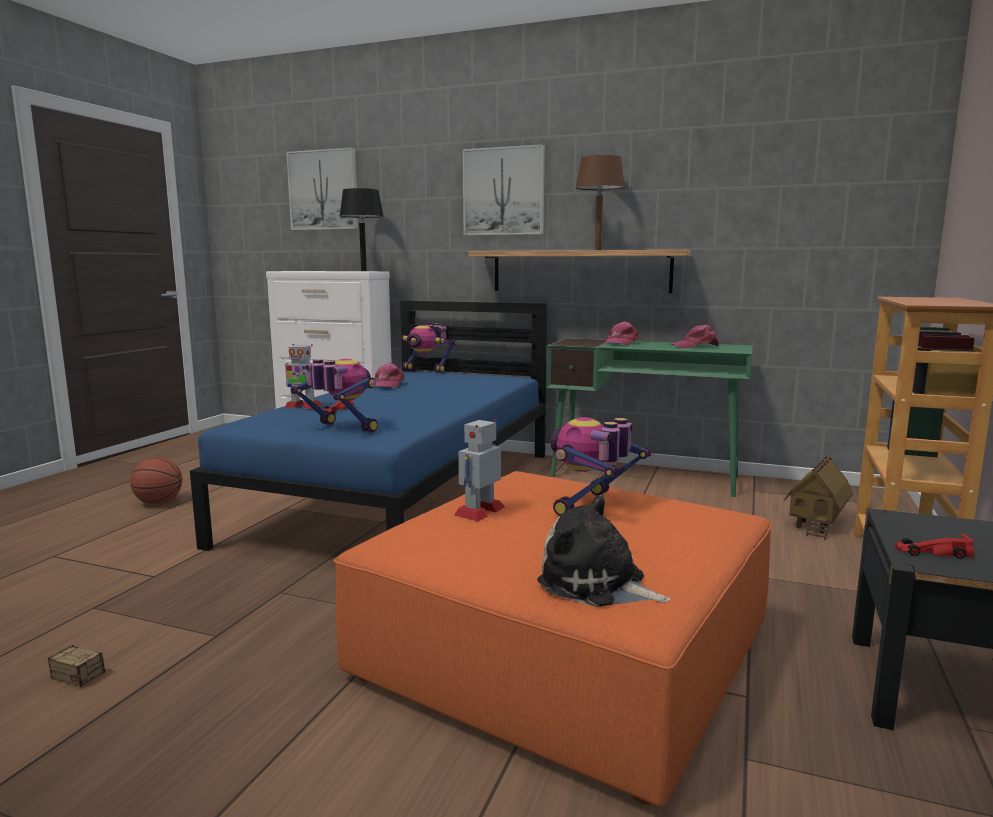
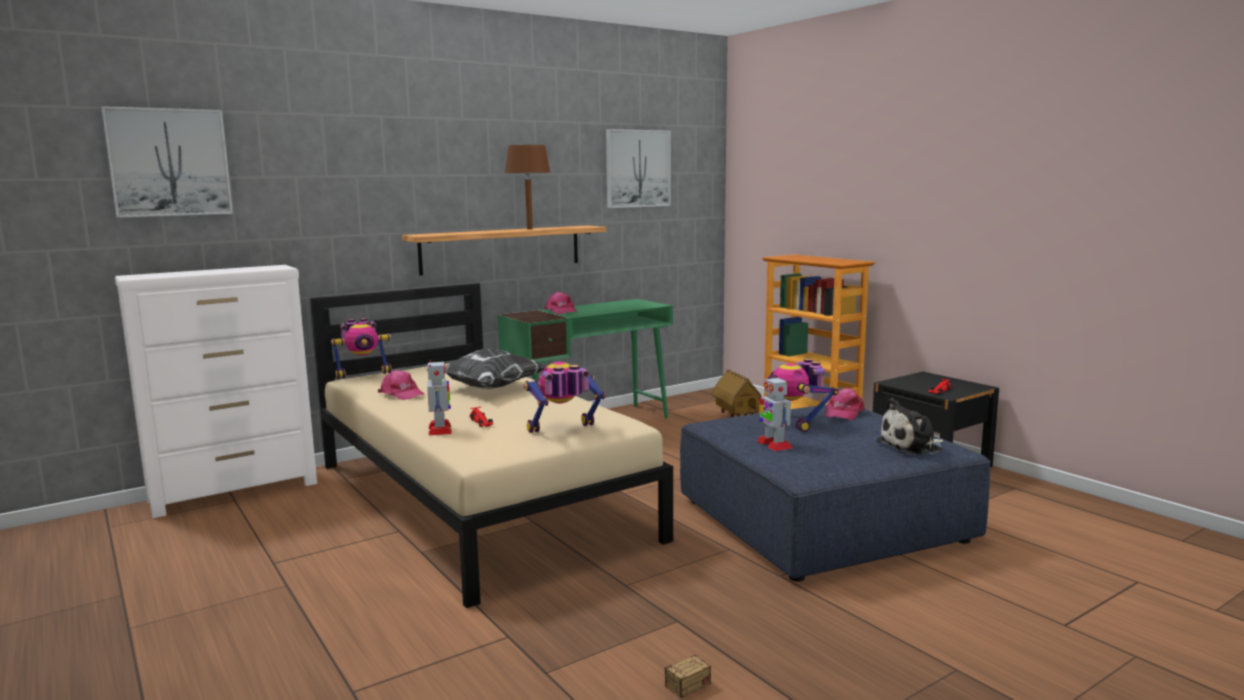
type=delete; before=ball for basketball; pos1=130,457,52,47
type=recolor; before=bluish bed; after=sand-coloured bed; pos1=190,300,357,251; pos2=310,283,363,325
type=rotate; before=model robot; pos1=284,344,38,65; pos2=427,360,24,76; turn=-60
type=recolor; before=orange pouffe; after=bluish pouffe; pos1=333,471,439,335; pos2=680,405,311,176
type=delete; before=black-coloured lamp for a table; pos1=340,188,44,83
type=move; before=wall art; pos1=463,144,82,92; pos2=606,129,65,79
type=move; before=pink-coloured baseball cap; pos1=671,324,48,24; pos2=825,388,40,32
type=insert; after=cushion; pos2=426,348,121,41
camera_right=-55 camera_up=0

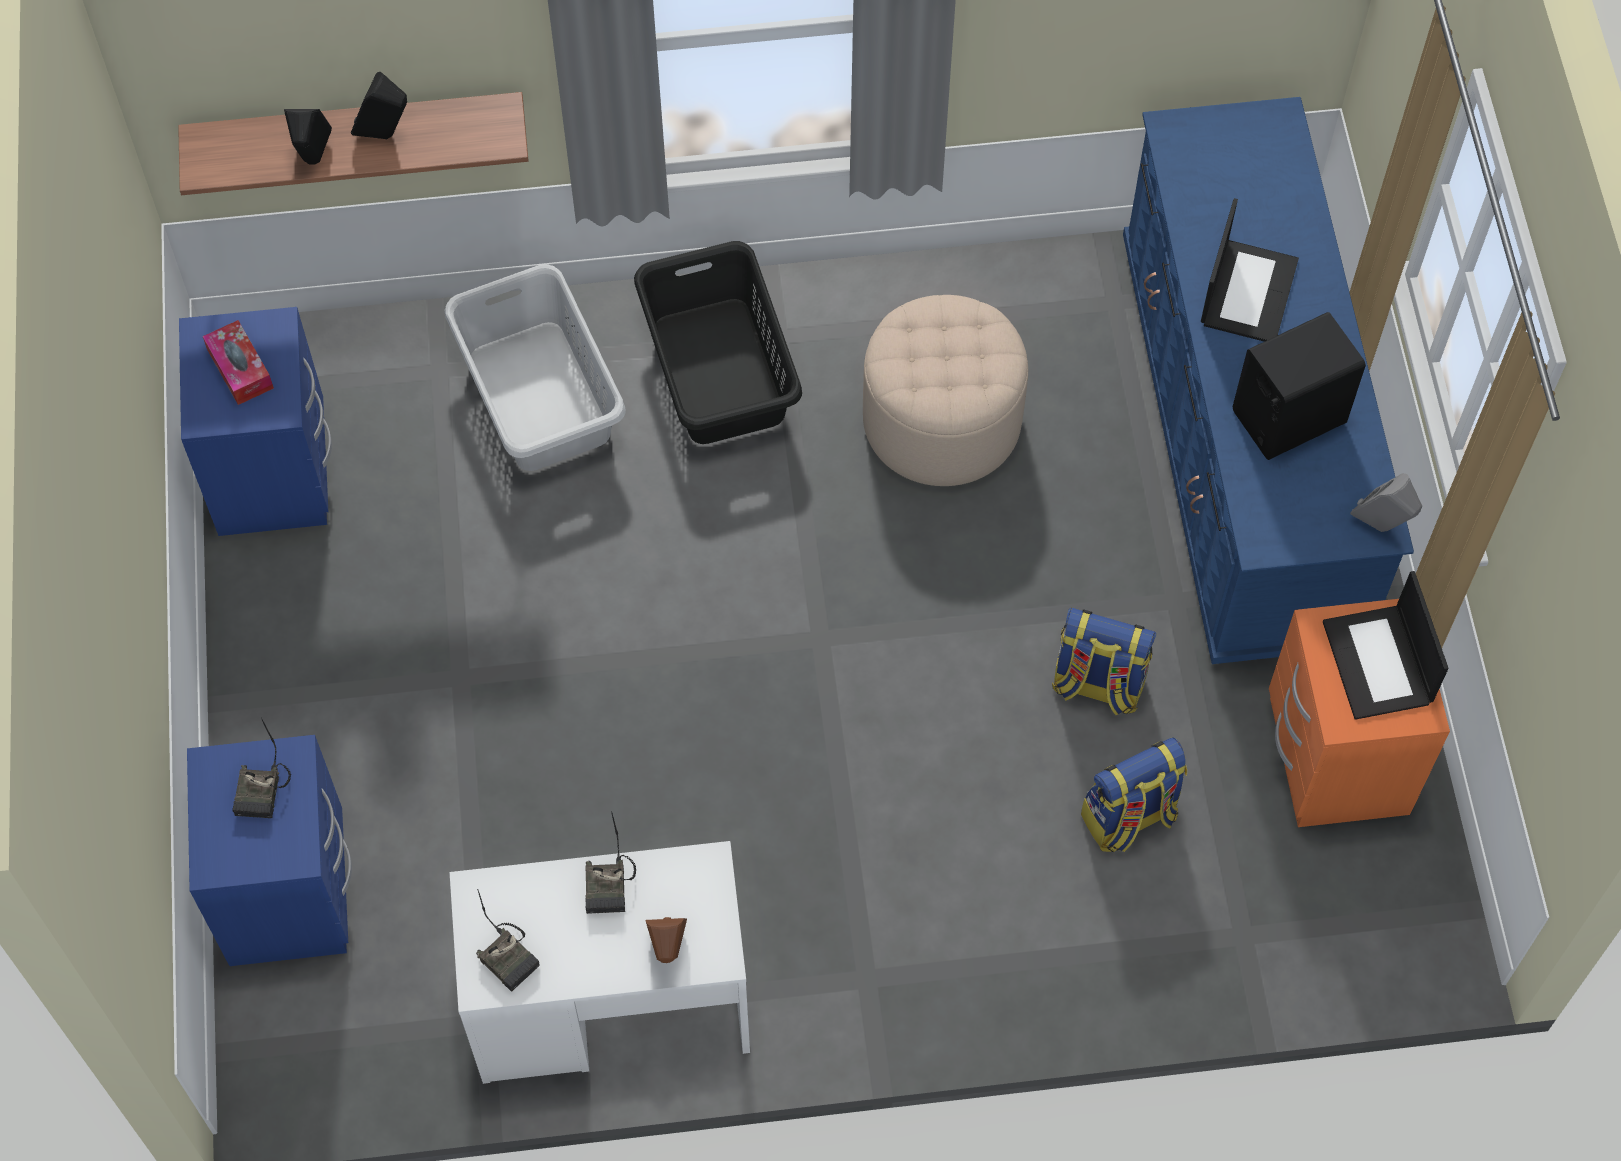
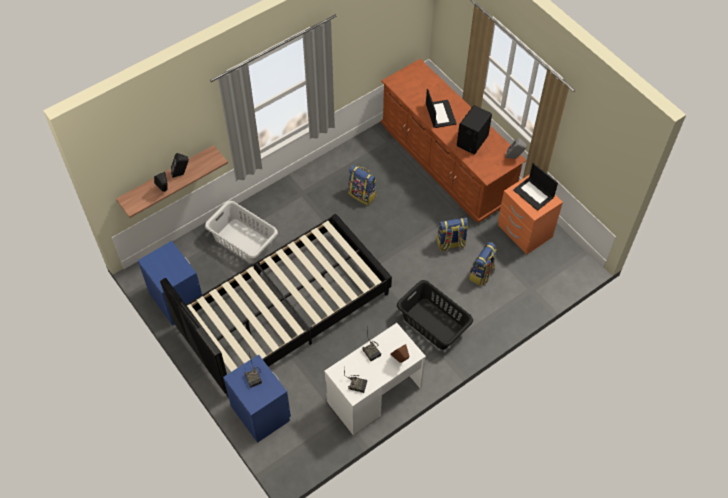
type=delete; before=tissue holder; pos1=203,320,71,85
type=move; before=black-coloured washing basket; pos1=634,241,168,203; pos2=397,280,76,70
type=replace; before=sand-coloured pouffe; after=backpack; pos1=863,295,165,191; pos2=348,165,28,40
type=recolor; before=bluish chest of drawers; after=brownish chest of drawers; pos1=1123,97,291,567; pos2=381,59,146,164
type=insert; after=black-coloured bed; pos2=160,214,232,184
camera_right=-30 camera_up=-5

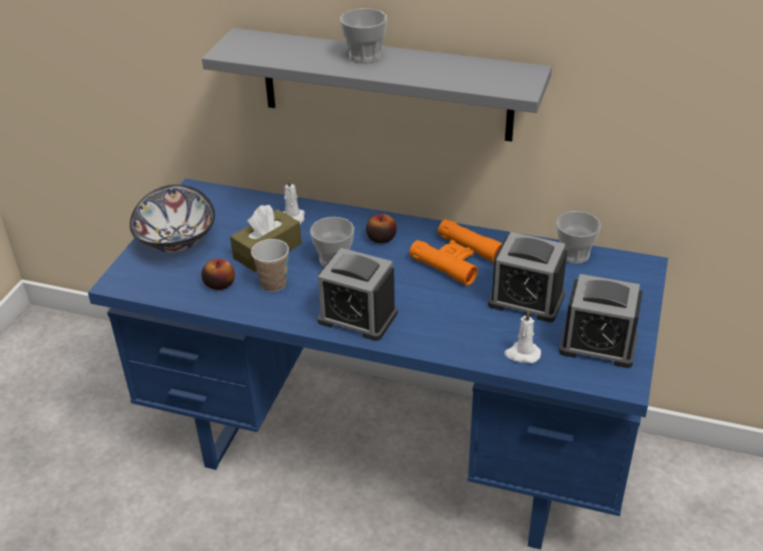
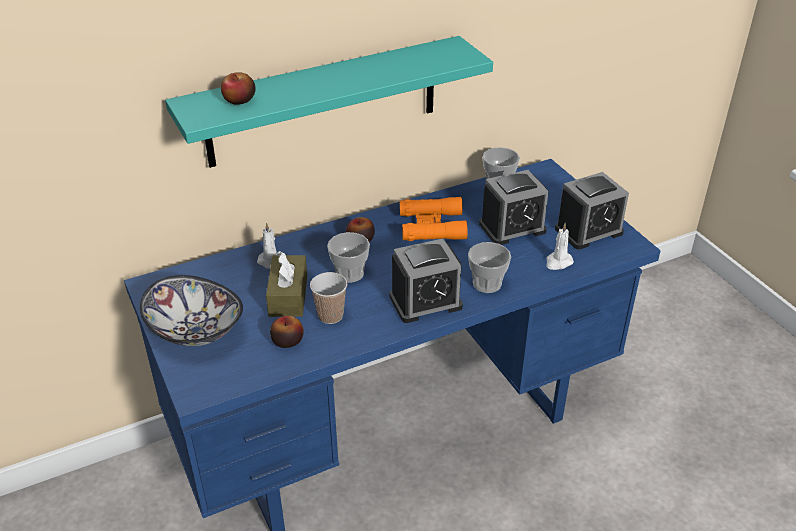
type=recolor; before=grey wall shelf; after=turquoise wall shelf; pos1=202,28,350,114; pos2=165,36,328,132
type=move; before=drinking cup; pos1=340,8,47,56; pos2=468,242,43,51
type=insert; after=apple; pos2=221,72,35,33
camera_right=-45 camera_up=0

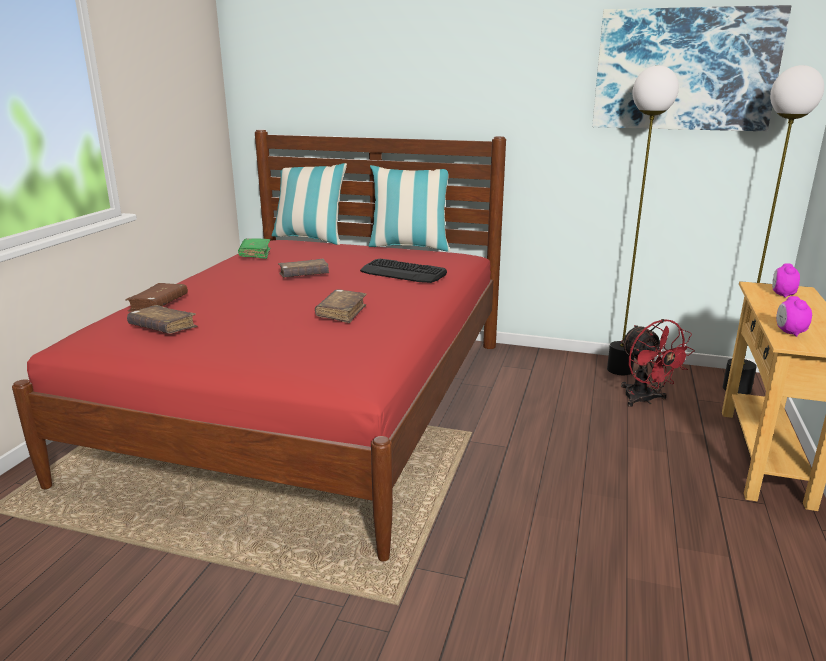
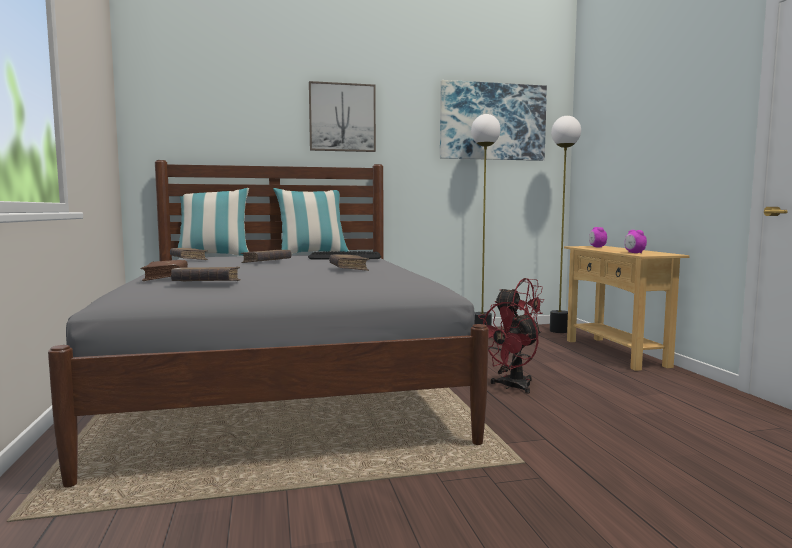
type=recolor; before=red-coloured bed; after=grey bed; pos1=12,129,494,432; pos2=48,160,441,328
type=recolor; before=green-coloured bound book; after=brownish bound book; pos1=238,238,32,21; pos2=170,248,38,12
type=insert; after=wall art; pos2=309,81,67,71
type=insert; after=red-coloured fan; pos2=478,302,63,92
camera_right=-30 camera_up=-15

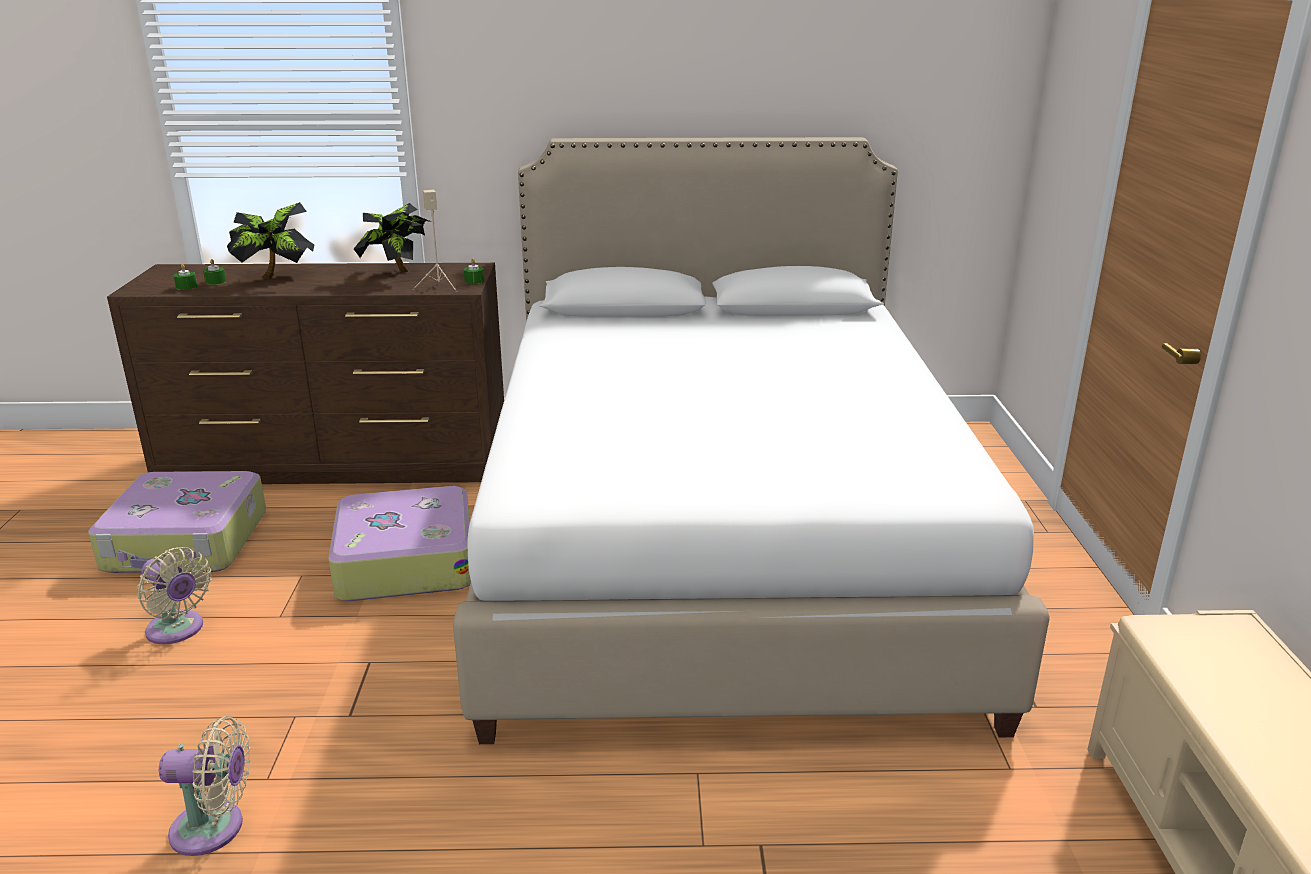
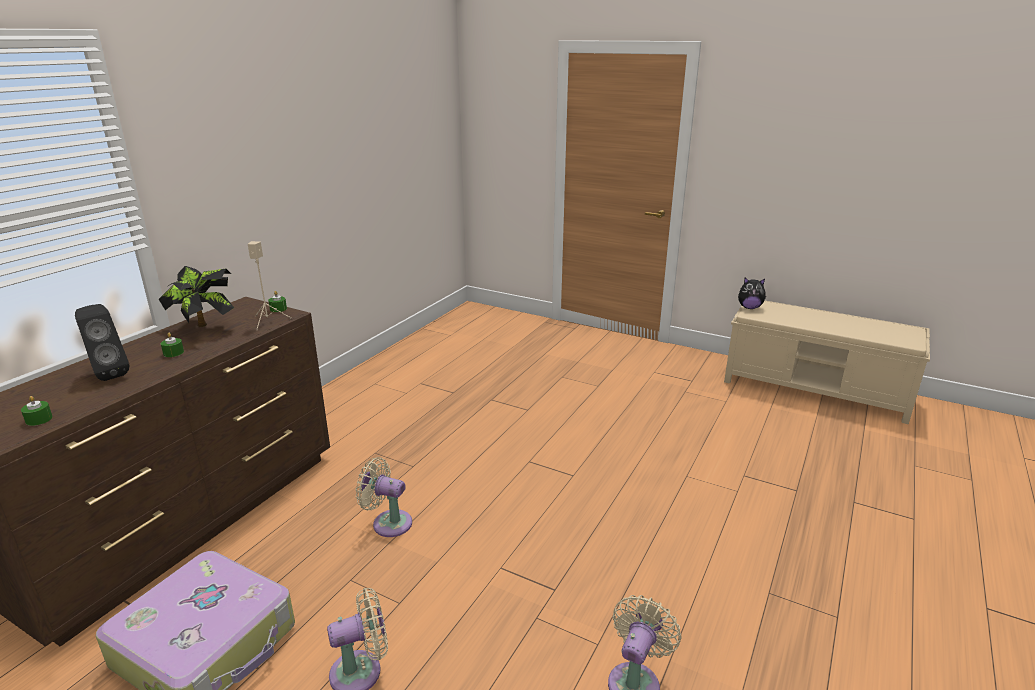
type=move; before=green-coloured candle; pos1=203,259,23,26; pos2=161,333,23,24
type=replace; before=houseplant; after=black-coloured audio speaker; pos1=227,202,88,77; pos2=75,304,54,77
type=replace; before=suitcase; after=sand-coloured fan; pos1=328,486,143,115; pos2=356,457,56,80
type=delete; before=white-coloured bed; pos1=453,137,597,607
type=insert; after=plush toy; pos2=738,278,28,31
camera_right=-60 camera_up=0

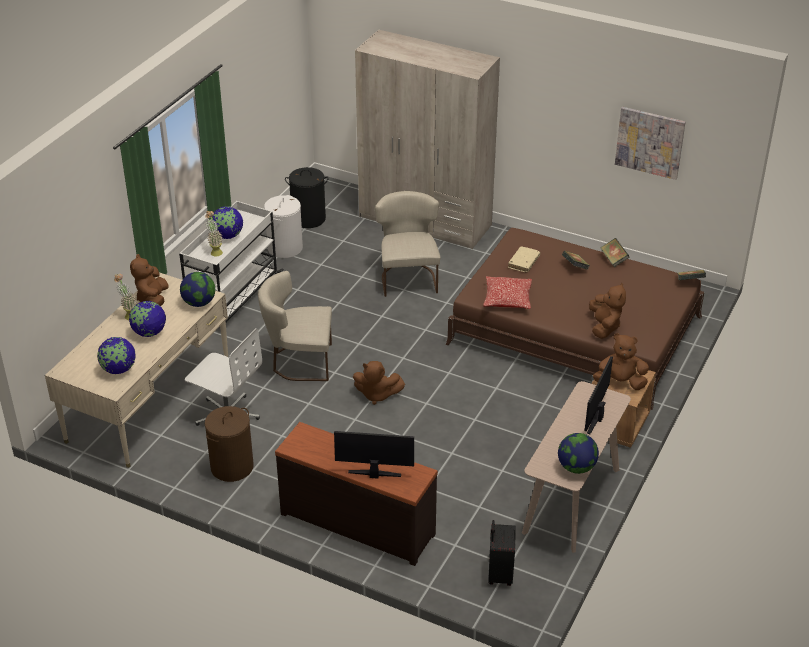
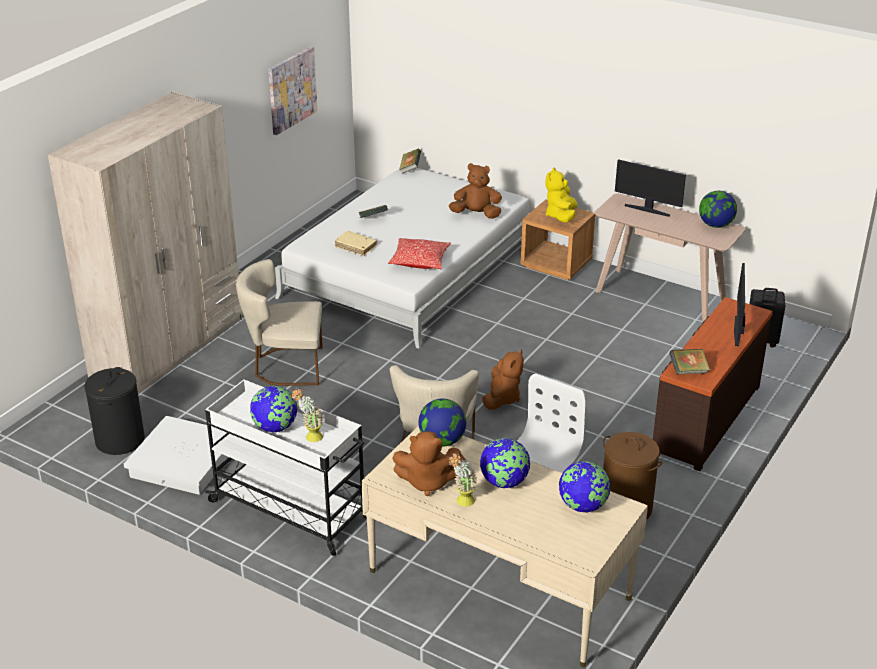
type=replace; before=white-coloured washing basket; after=white-coloured storage box; pos1=264,195,39,63; pos2=124,416,105,79
type=recolor; before=brownish bed; after=white-coloured bed; pos1=445,228,259,182; pos2=275,168,254,181
type=recolor; before=brownish plush toy; after=yellow-coloured plush toy; pos1=593,333,56,57; pos2=546,167,31,55
type=move; before=bound book; pos1=600,238,29,29; pos2=669,349,41,25
camera_right=-85 camera_up=-5

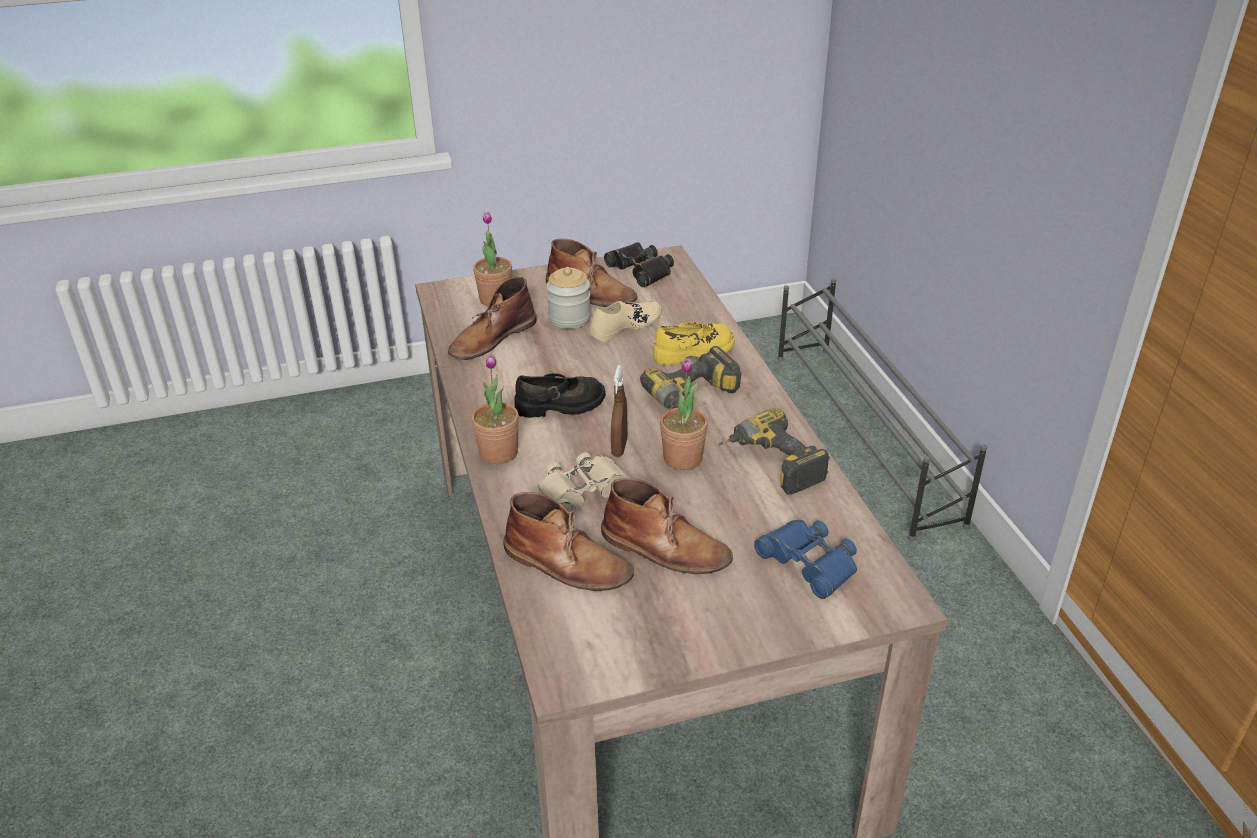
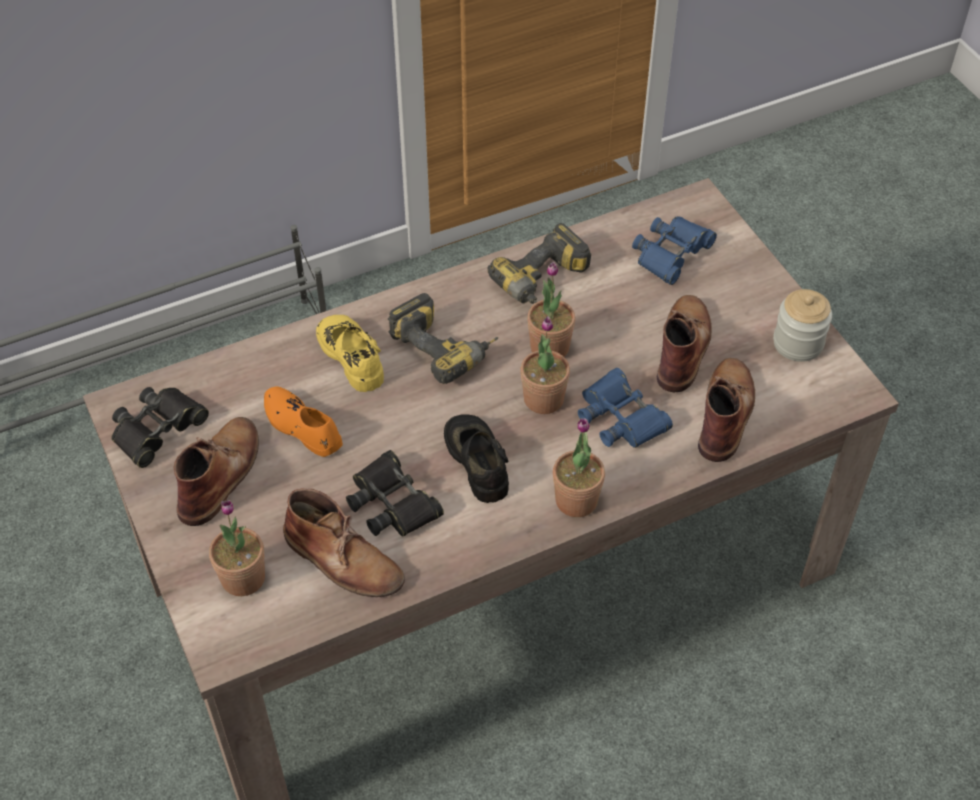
type=recolor; before=sand-coloured field glasses; after=bluish field glasses; pos1=538,452,93,60; pos2=578,368,95,80
type=move; before=jar; pos1=546,267,45,62; pos2=773,289,59,73
type=recolor; before=sand-coloured item of footwear; after=orange item of footwear; pos1=589,301,72,41; pos2=264,387,79,70
type=replace; before=brownish spray bottle; after=houseplant; pos1=611,365,17,92; pos2=520,316,50,98
type=insert; after=black-coloured field glasses; pos2=346,450,98,87
camera_right=-100 camera_up=15

